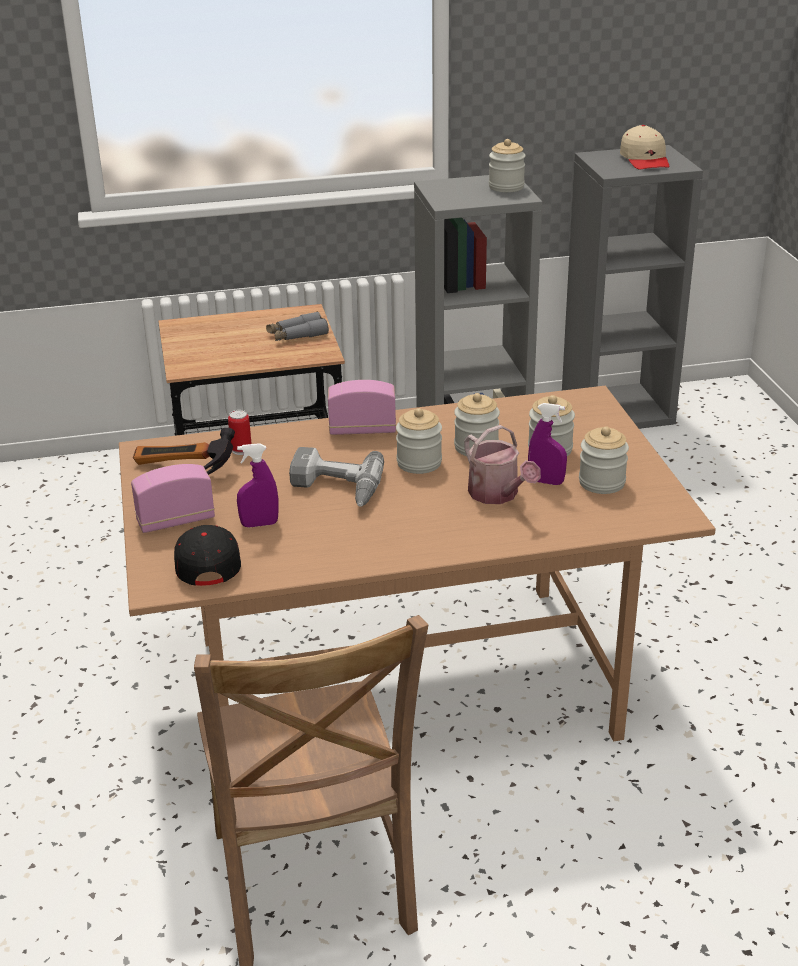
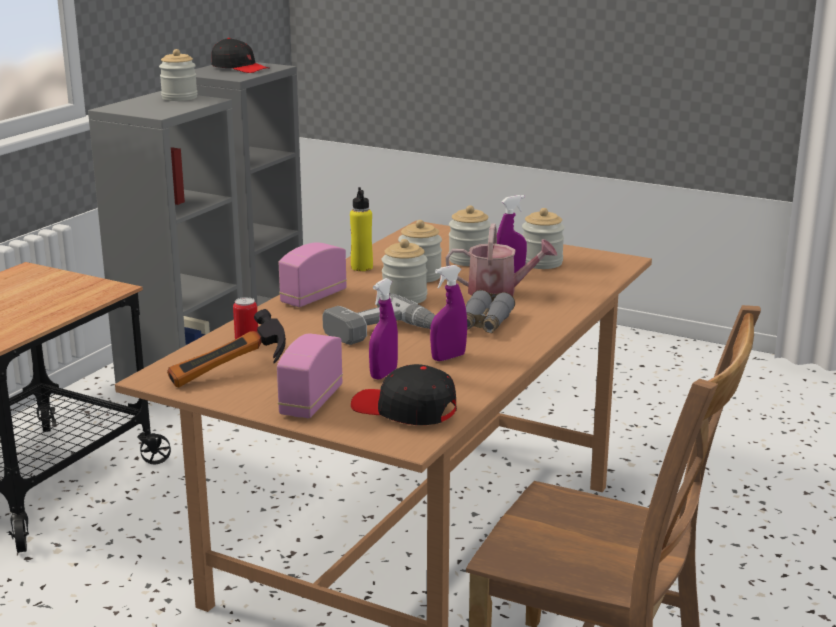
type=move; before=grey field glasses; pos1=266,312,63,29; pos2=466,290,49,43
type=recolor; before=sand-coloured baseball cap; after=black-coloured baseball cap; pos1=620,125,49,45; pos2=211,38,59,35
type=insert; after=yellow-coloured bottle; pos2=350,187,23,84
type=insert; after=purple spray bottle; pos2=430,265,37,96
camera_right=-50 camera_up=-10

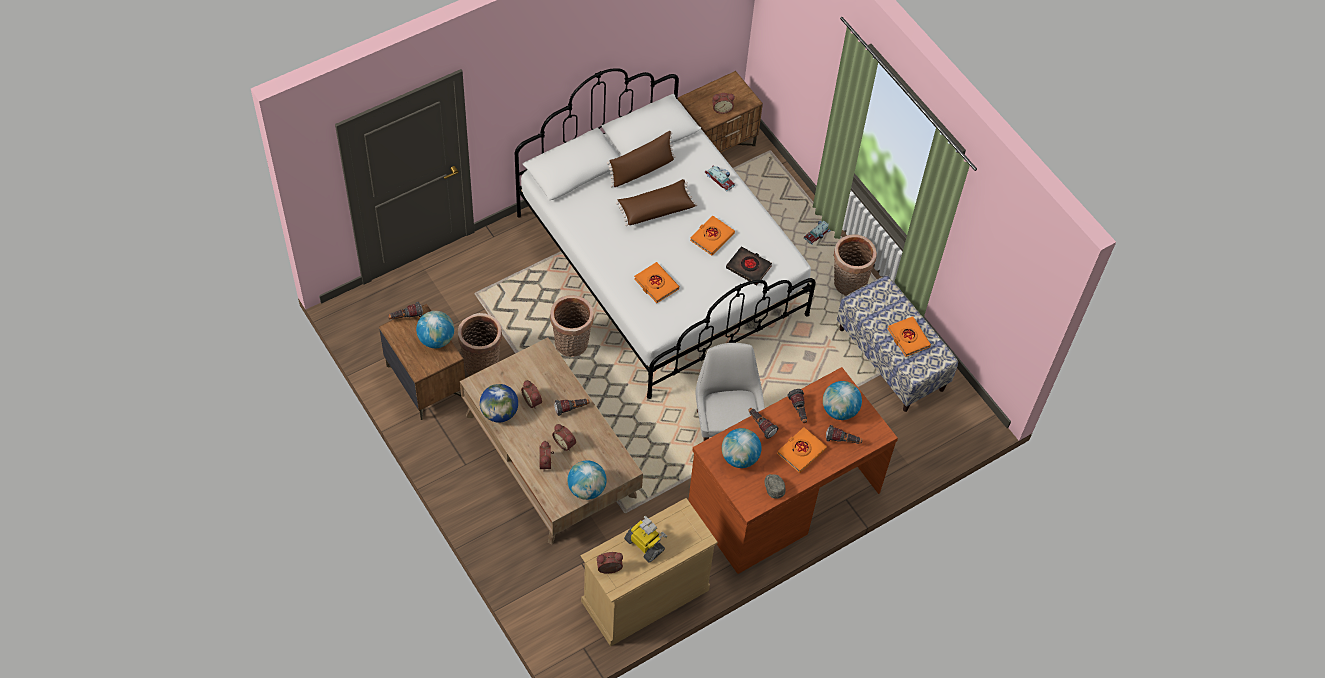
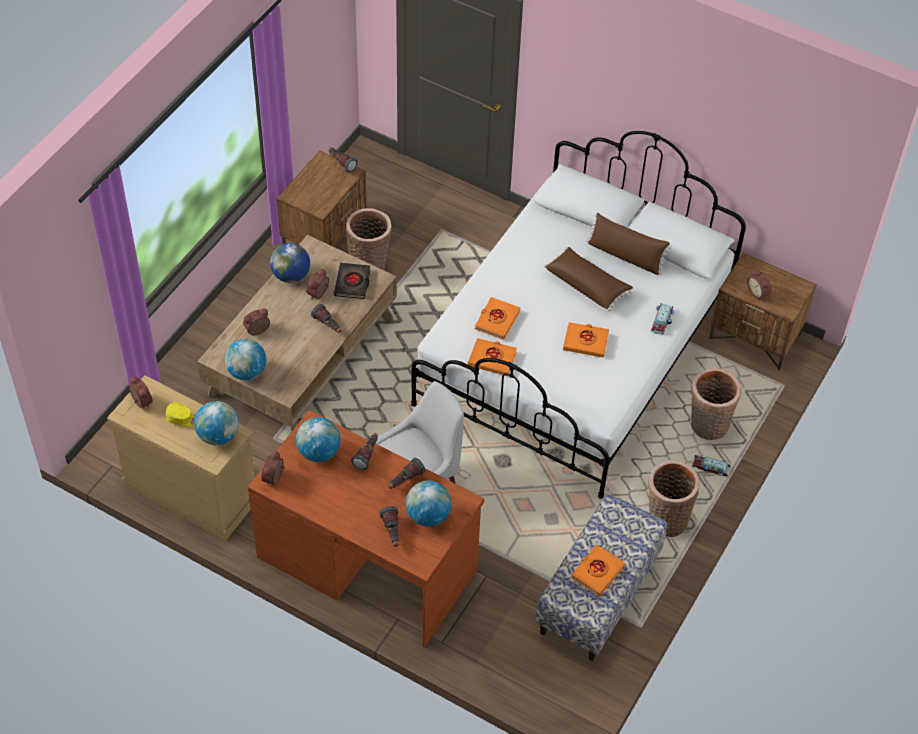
type=move; before=world globe; pos1=416,311,38,37; pos2=194,401,45,44
type=move; before=basket; pos1=550,295,44,62; pos2=691,368,50,72
type=move; before=bedside clock; pos1=552,424,24,27; pos2=261,450,24,36
type=replace; before=model robot; after=yellow-coloured baseball cap; pos1=624,516,43,46; pos2=166,402,29,25
type=move; before=black-coloured bound book; pos1=726,246,46,39; pos2=334,263,37,36
type=delete; before=grey baseball cap; pos1=765,474,21,25
type=move; before=orange bound book; pos1=777,427,50,46; pos2=468,338,49,38
camera_right=65 camera_up=-5

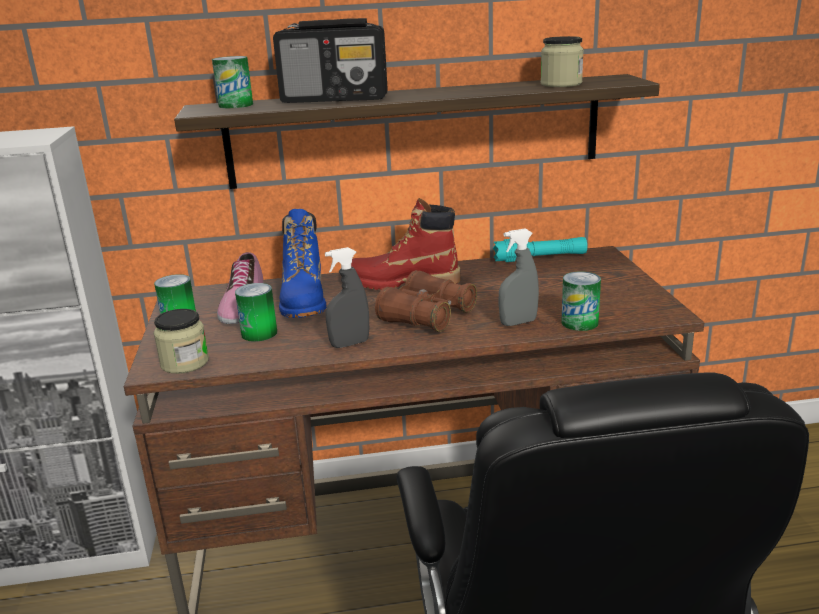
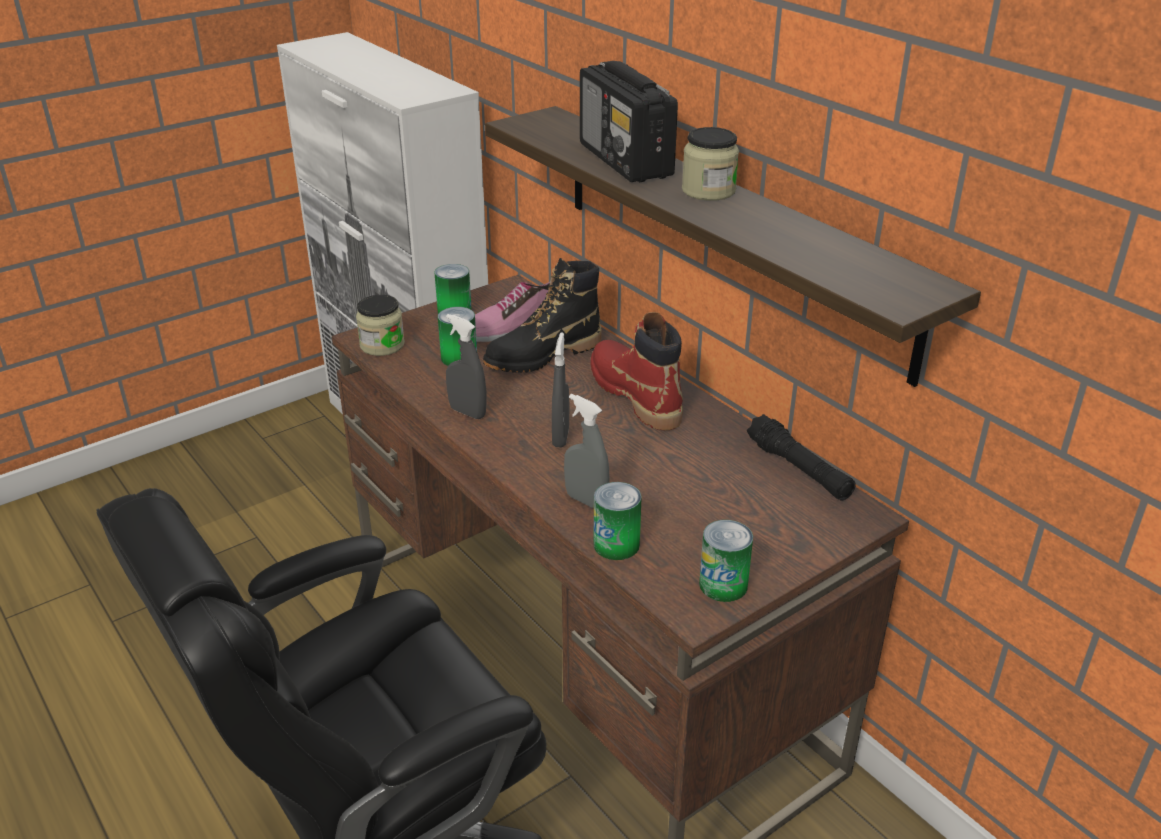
type=move; before=metal can; pos1=212,56,41,52; pos2=699,520,54,82
type=recolor; before=bluish boot; after=black-coloured boot; pos1=279,209,47,109; pos2=483,258,119,115
type=replace; before=brownish field glasses; after=grey spray bottle; pos1=375,270,102,62; pos2=552,333,17,115
type=recolor; before=turquoise hand torch; after=black-coloured hand torch; pos1=493,237,94,25; pos2=747,414,109,86
type=move; before=jar; pos1=541,36,43,51; pos2=682,127,57,74
camera_right=60 camera_up=10

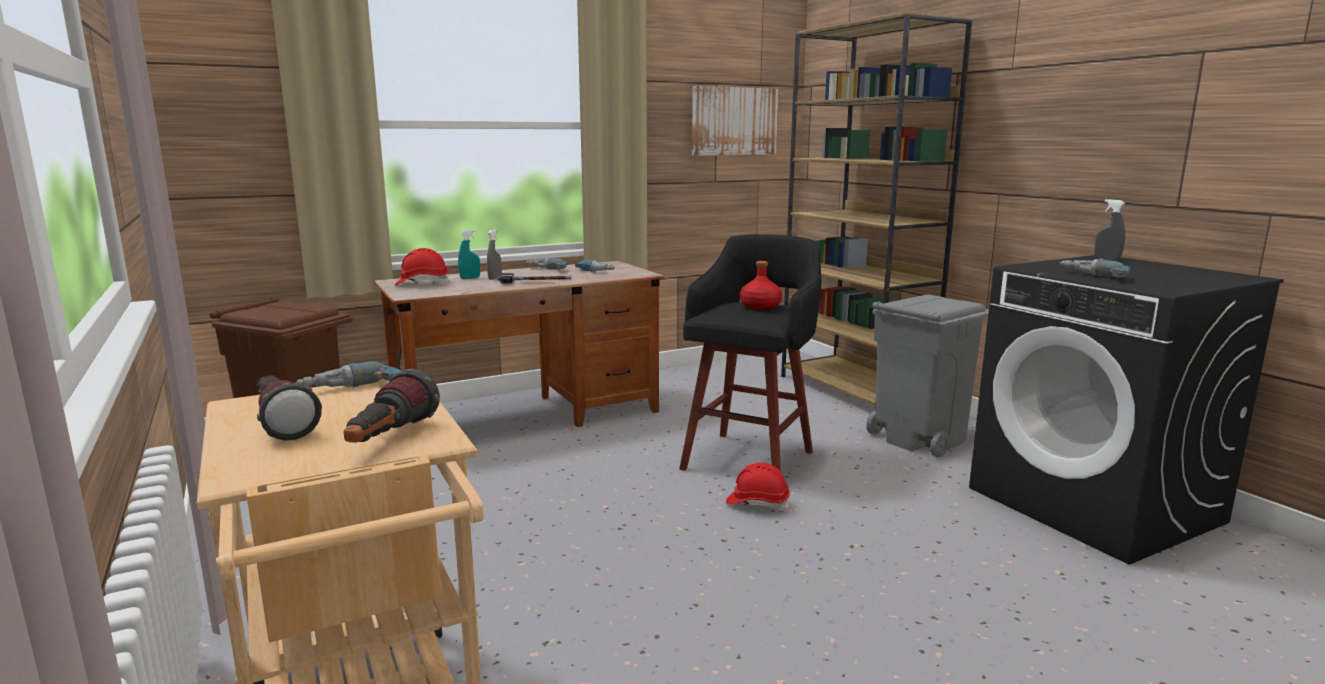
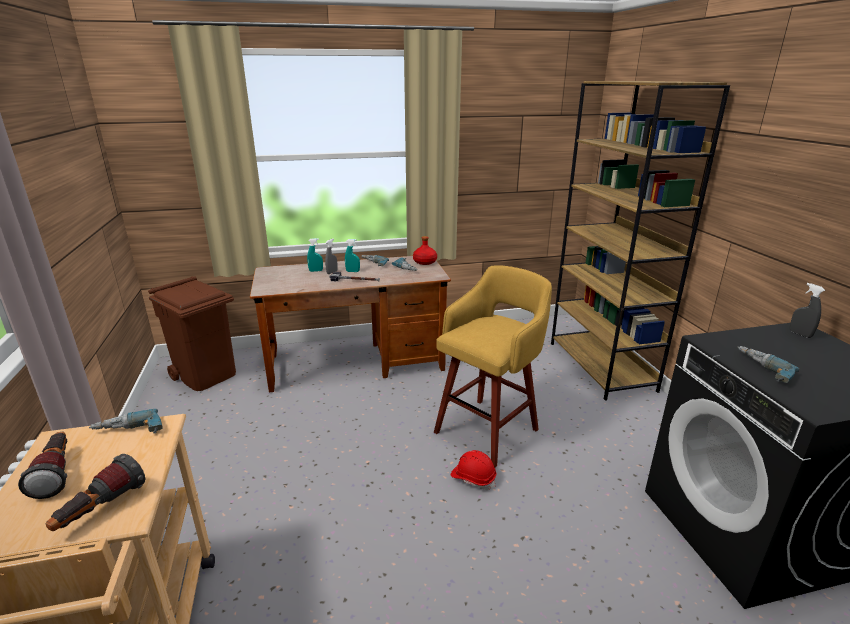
type=delete; before=red-coloured safety helmet; pos1=394,248,56,38
type=recolor; before=black-coloured stool seat; after=yellow-coloured stool seat; pos1=679,234,142,238; pos2=434,265,118,202
type=delete; before=wall art; pos1=692,86,86,70
type=move; before=red-coloured bottle; pos1=740,261,42,49; pos2=413,236,24,29
type=delete; before=grey rubbish bin; pos1=866,294,123,163
type=insert; after=turquoise spray bottle; pos2=345,239,15,33
camera_right=15 camera_up=10

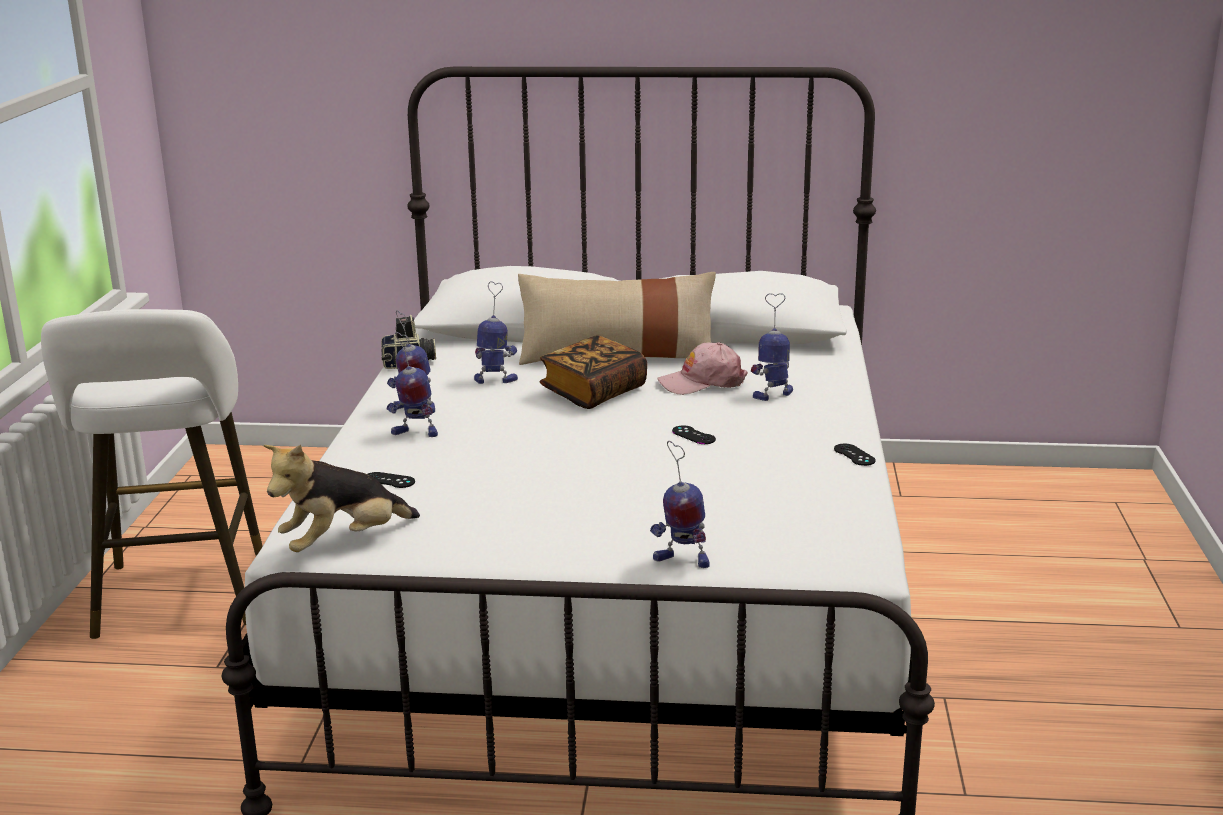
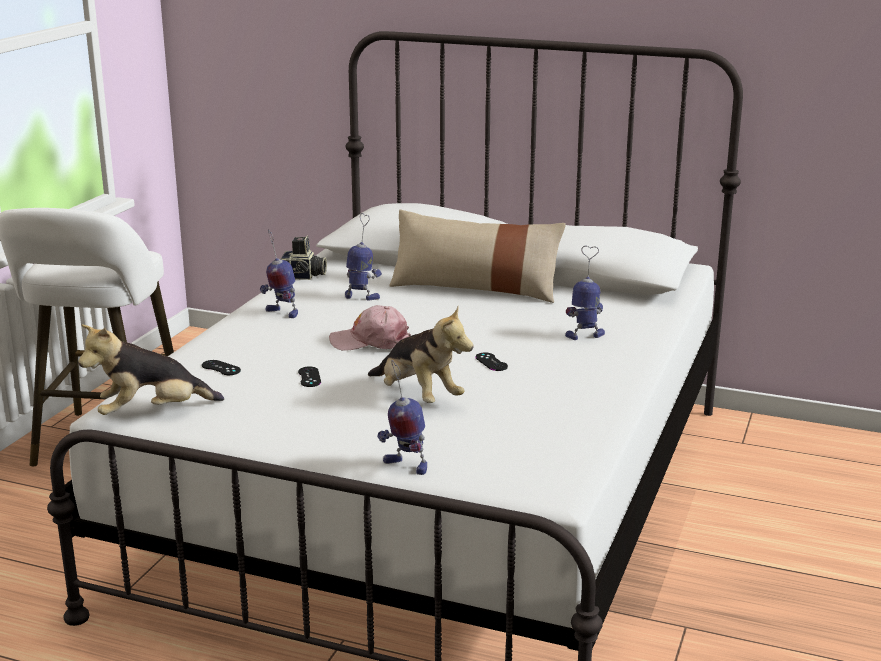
type=delete; before=model robot; pos1=387,332,51,105
type=delete; before=bound book; pos1=540,335,107,74
type=move; before=pink-coloured baseball cap; pos1=657,342,91,53; pos2=329,305,82,46
type=move; before=black-coloured joypad; pos1=834,444,42,22; pos2=298,367,23,20
type=insert; after=plush toy; pos2=368,306,106,97
camera_right=15 camera_up=0

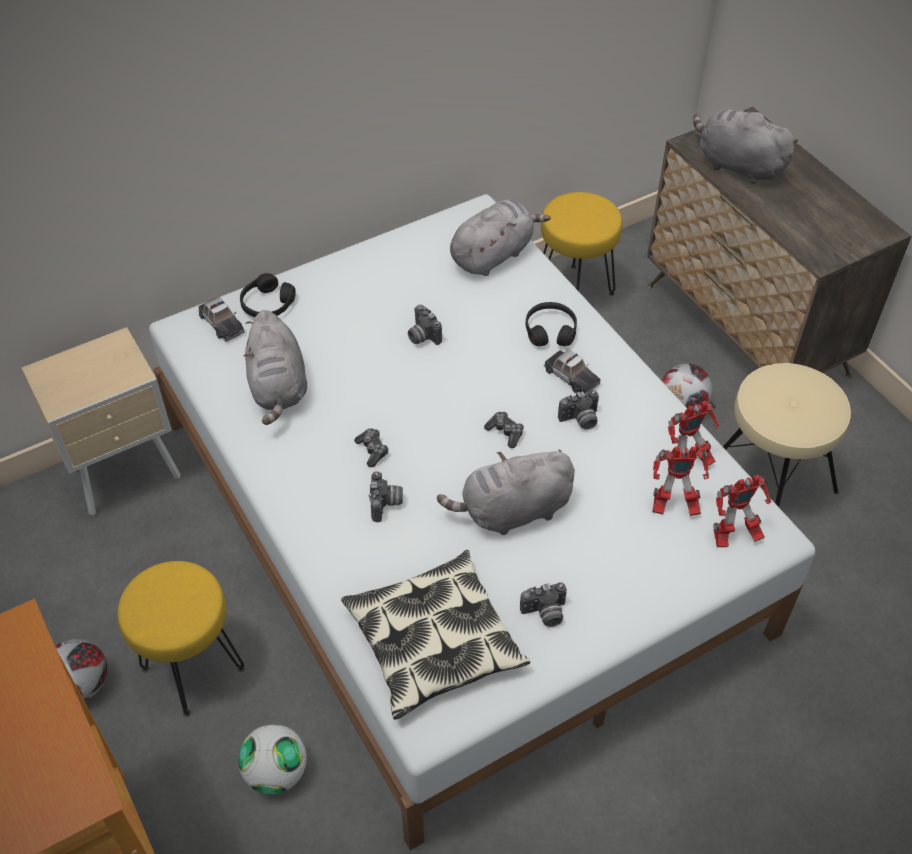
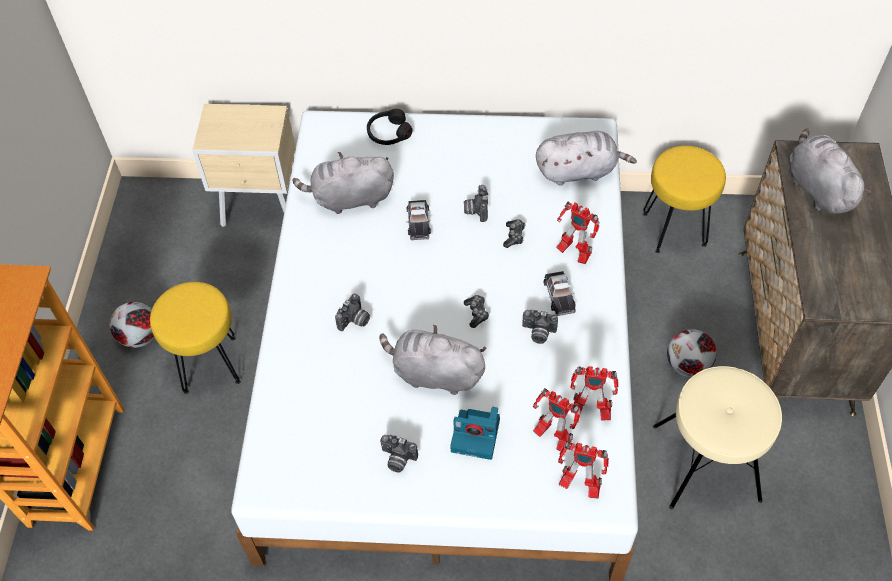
type=move; before=model car; pos1=198,297,47,45; pos2=406,200,25,40
type=delete; before=football ball; pos1=238,724,69,70
type=rotate; before=grey plush toy; pos1=243,310,64,115; pos2=293,152,101,62; turn=60
type=delete; before=cushion; pos1=341,550,189,170
type=move; before=joypad; pos1=354,428,35,39; pos2=503,219,22,29
type=replace; before=black-coloured headphones; after=model robot; pos1=526,302,51,44; pos2=556,202,44,62
type=insert; after=still camera; pos2=450,407,50,53
camera_right=35 camera_up=5

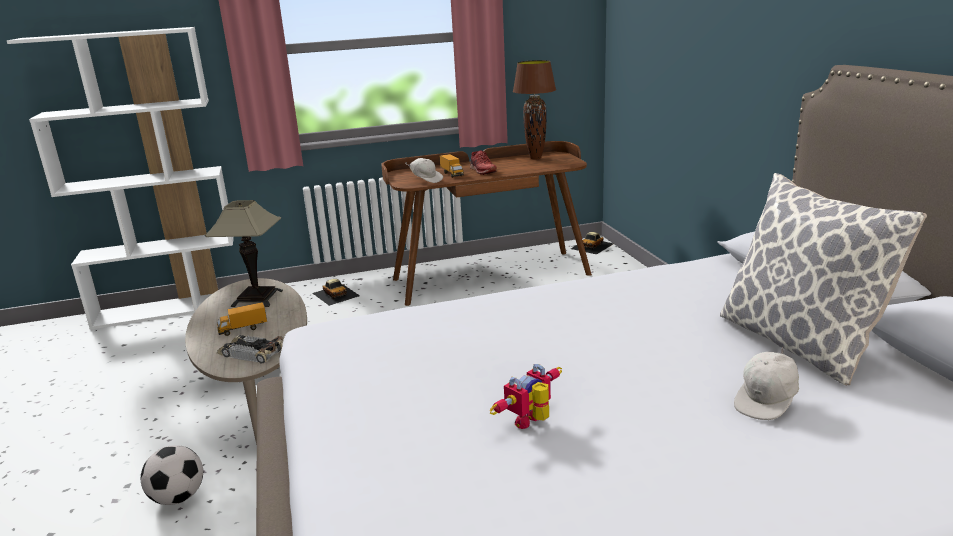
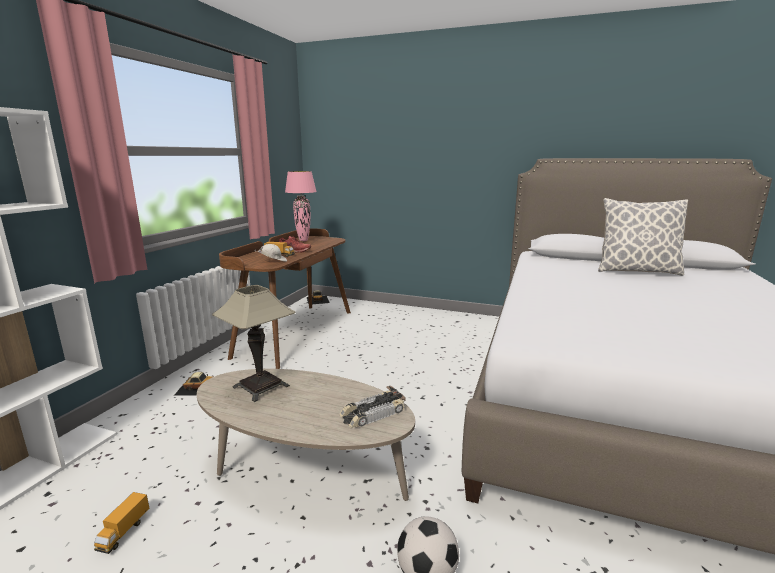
type=move; before=toy lorry; pos1=217,302,50,34; pos2=94,492,55,62
type=delete; before=model robot; pos1=489,364,73,65
type=recolor; before=brownish lamp for a table; after=pink-coloured lamp for a table; pos1=513,60,43,99; pos2=285,171,32,70
type=delete; before=white-coloured baseball cap; pos1=734,347,65,73
camera_right=-55 camera_up=-5

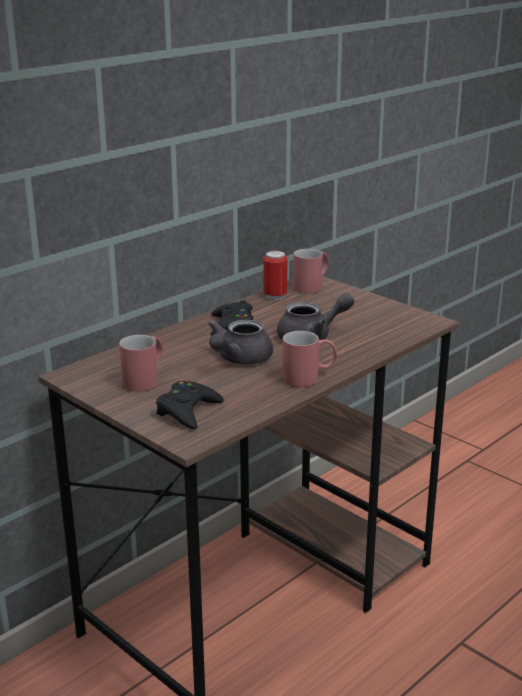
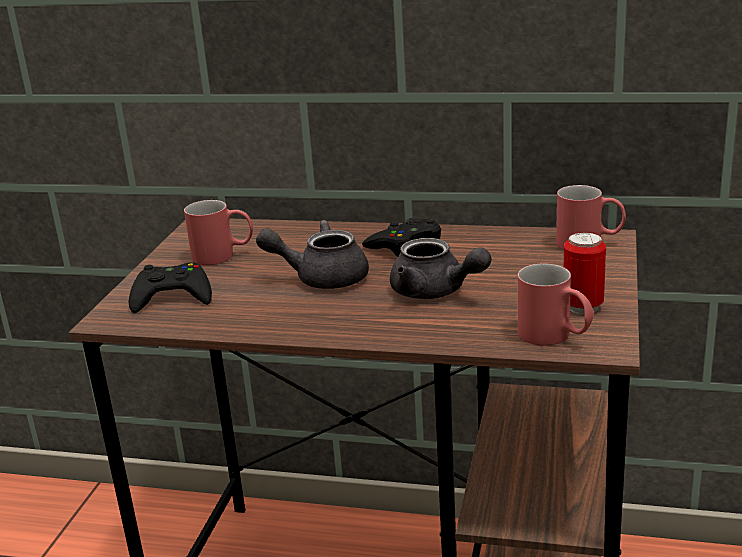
type=move; before=metal can; pos1=263,250,25,50; pos2=564,231,42,83
type=move; before=red-coloured tea mug; pos1=282,331,55,56; pos2=518,264,76,82
camera_right=60 camera_up=0

